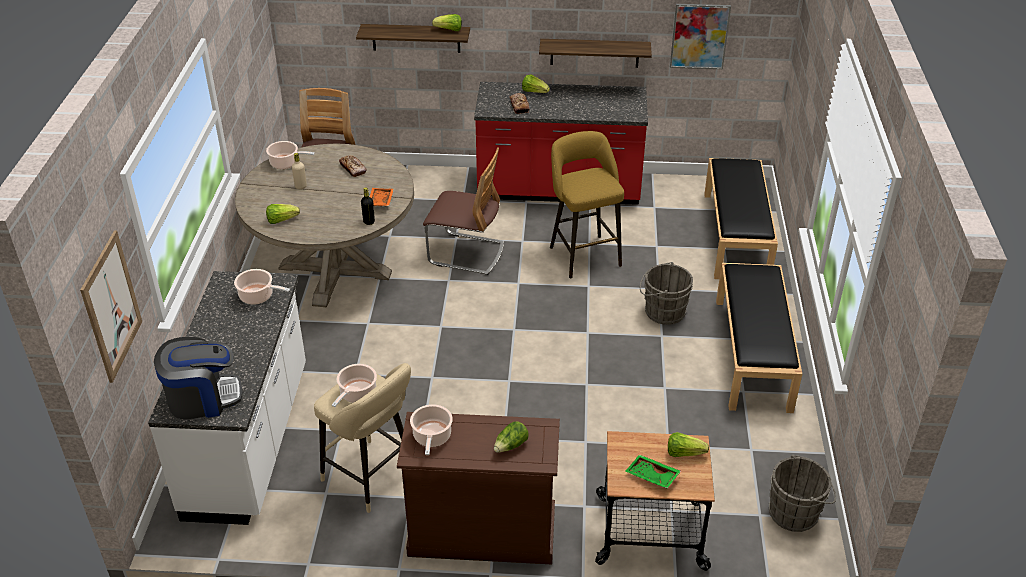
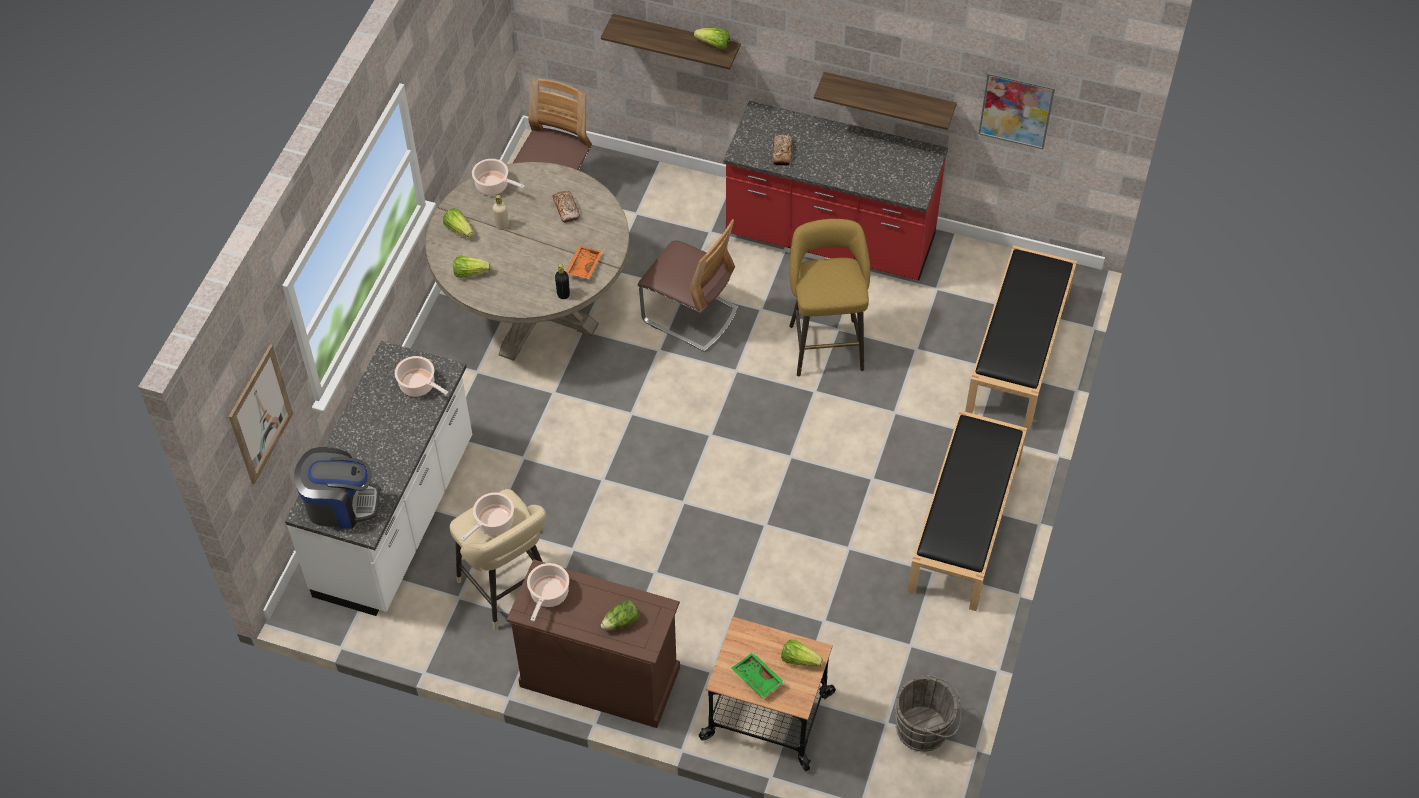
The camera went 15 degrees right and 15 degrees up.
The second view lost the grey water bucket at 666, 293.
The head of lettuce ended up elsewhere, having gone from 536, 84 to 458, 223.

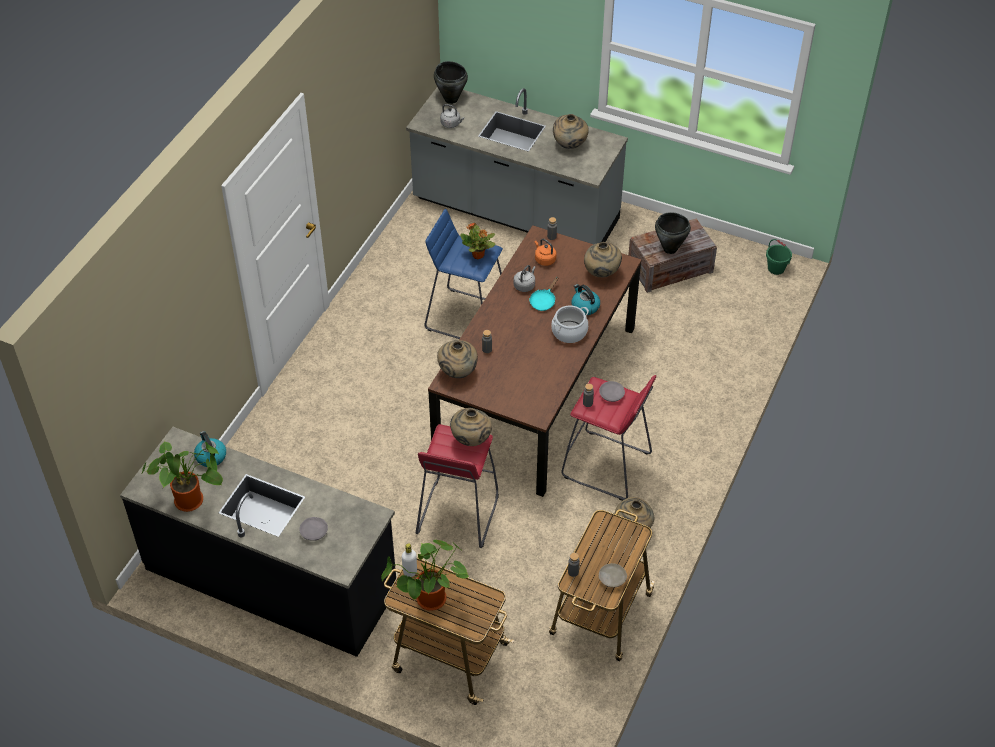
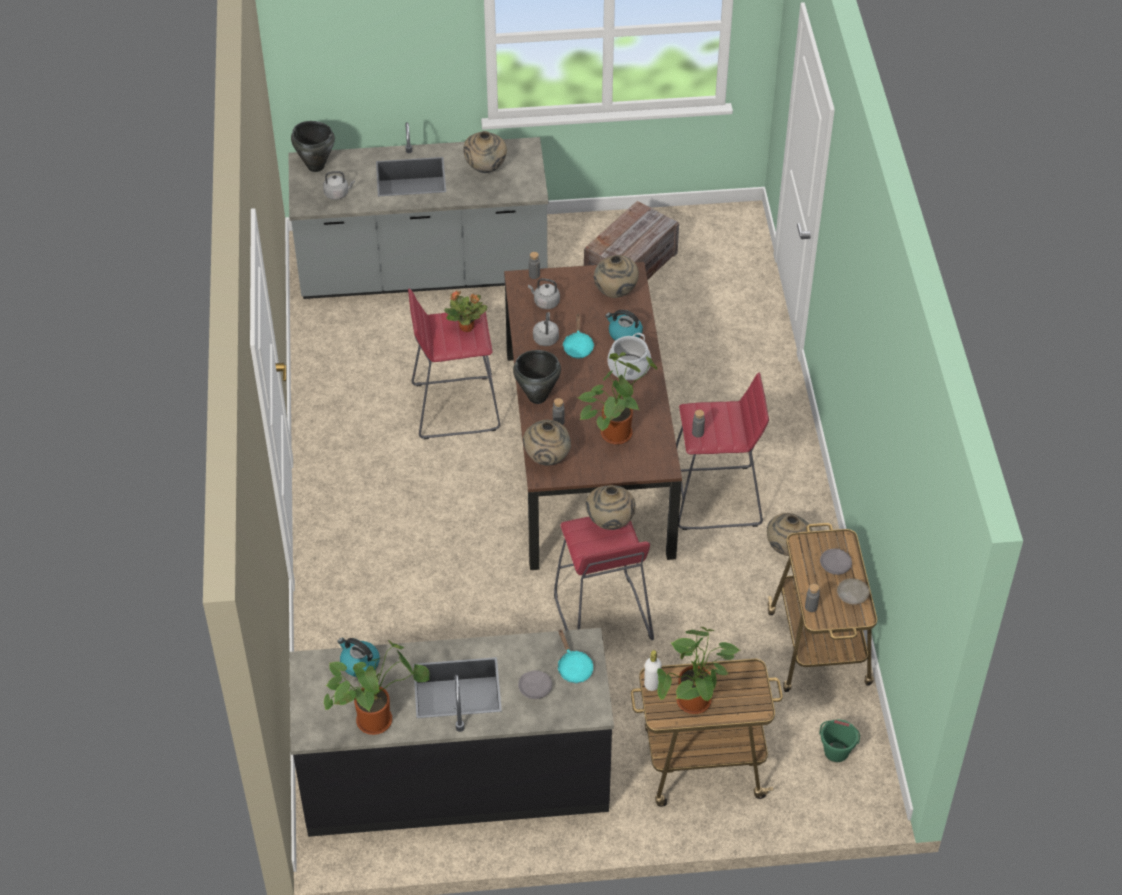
The camera went 30 degrees left and 0 degrees up.
The second view gained the blue-green pan at 575, 656.
The second view gained the houseplant at 618, 398.
The grey dinner plate ended up elsewhere, having gone from 612, 391 to 836, 562.
The blackish stockpot ended up elsewhere, having gone from 673, 233 to 537, 377.
The green-coloured water bucket ended up elsewhere, having gone from 779, 257 to 839, 740.
What was the blue stool seat at 463, 274 turned into the reddish stool seat at 454, 364.
What was the orange-coloured water kettle at 545, 252 turned into the grey water kettle at 544, 293.

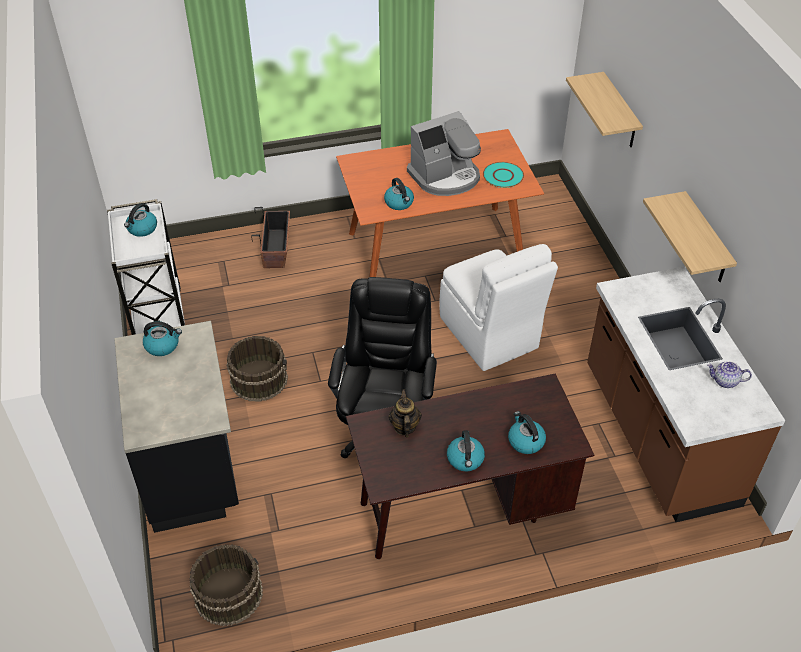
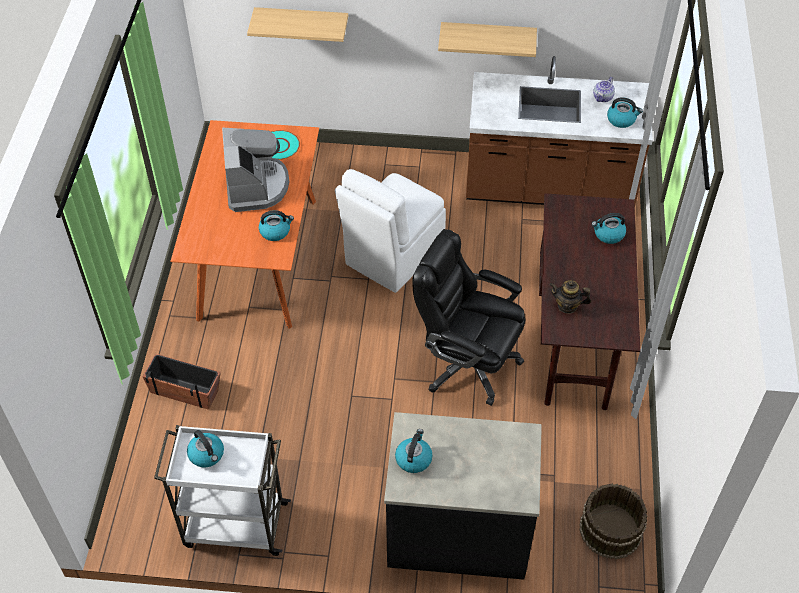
The camera went 70 degrees left and 5 degrees up.
The second view lost the brown water bucket at 257, 369.
The water kettle ended up elsewhere, having gone from 466, 450 to 625, 112.
The white plain chair at 498, 307 ended up facing another way, 135 degrees clockwise from before.

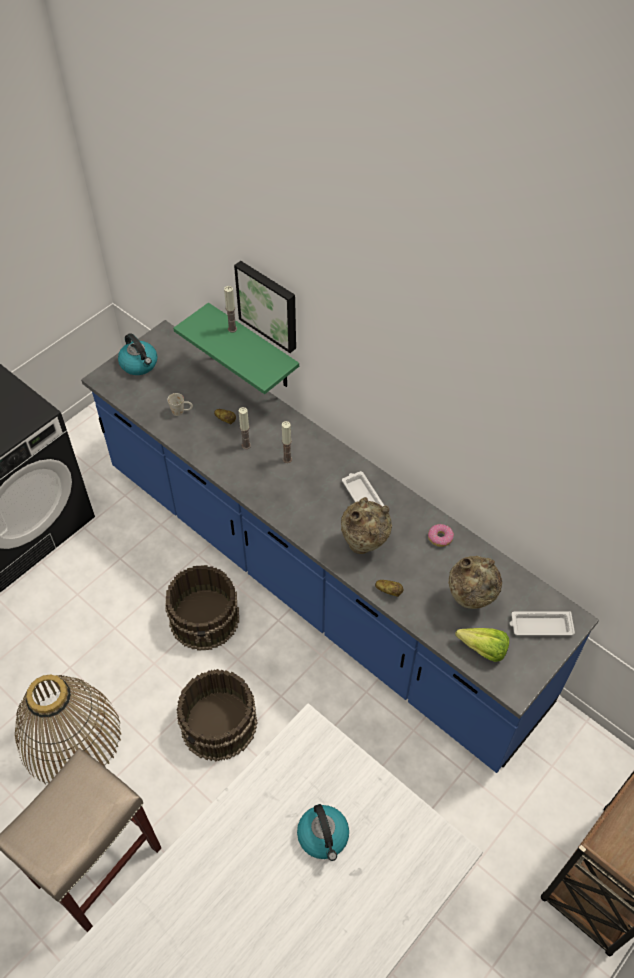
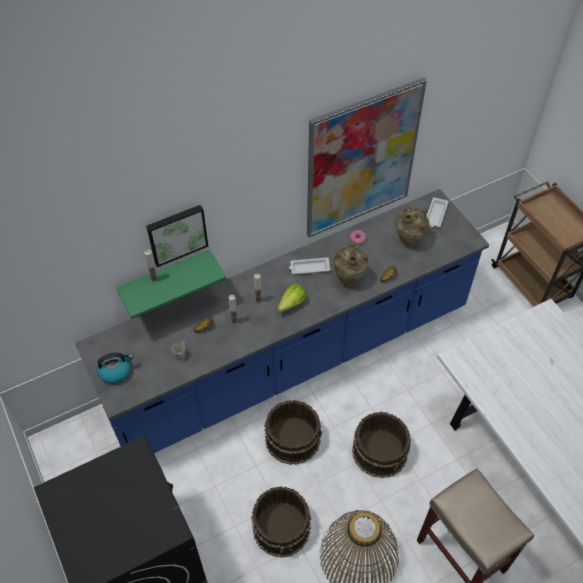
The camera went 70 degrees left and 0 degrees up.
The second view lost the water kettle at 323, 832.
The second view gained the brown water bucket at 281, 522.
The second view gained the wall art at 367, 157.
The head of lettuce ended up elsewhere, having gone from 482, 645 to 291, 298.

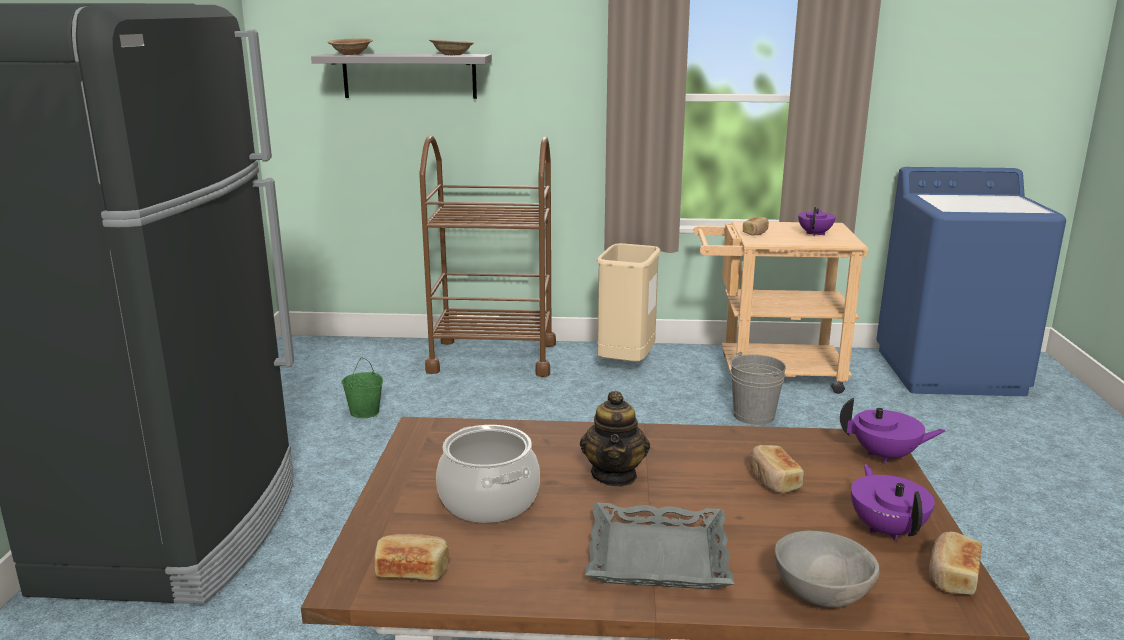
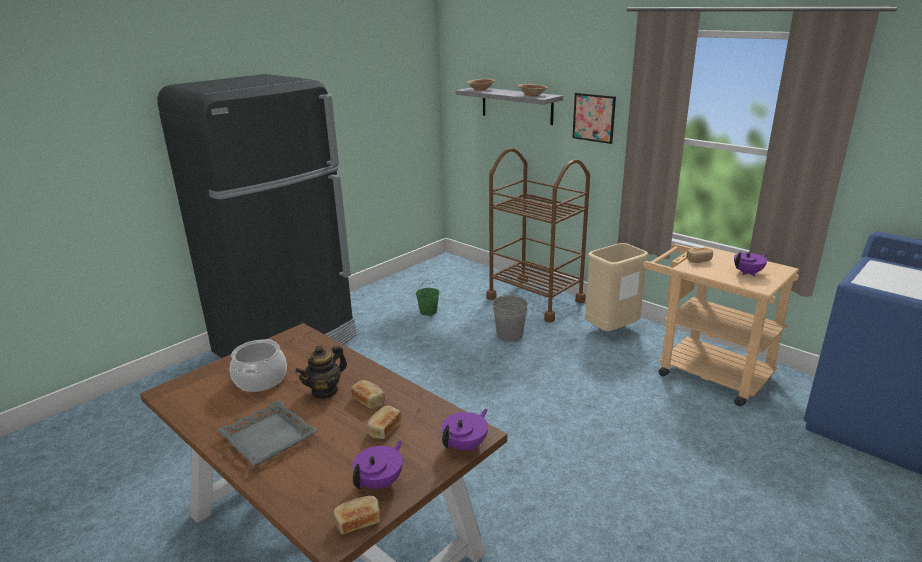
The camera went 40 degrees right and 5 degrees up.
The second view lost the grey serving bowl at 827, 569.
The second view gained the wall art at 594, 118.
The bakery bread ended up elsewhere, having gone from 412, 557 to 368, 394.
The grey water bucket ended up elsewhere, having gone from 758, 388 to 510, 317.
The purple-coloured pot for tea at 893, 431 ended up facing another way, 105 degrees counterclockwise from before.

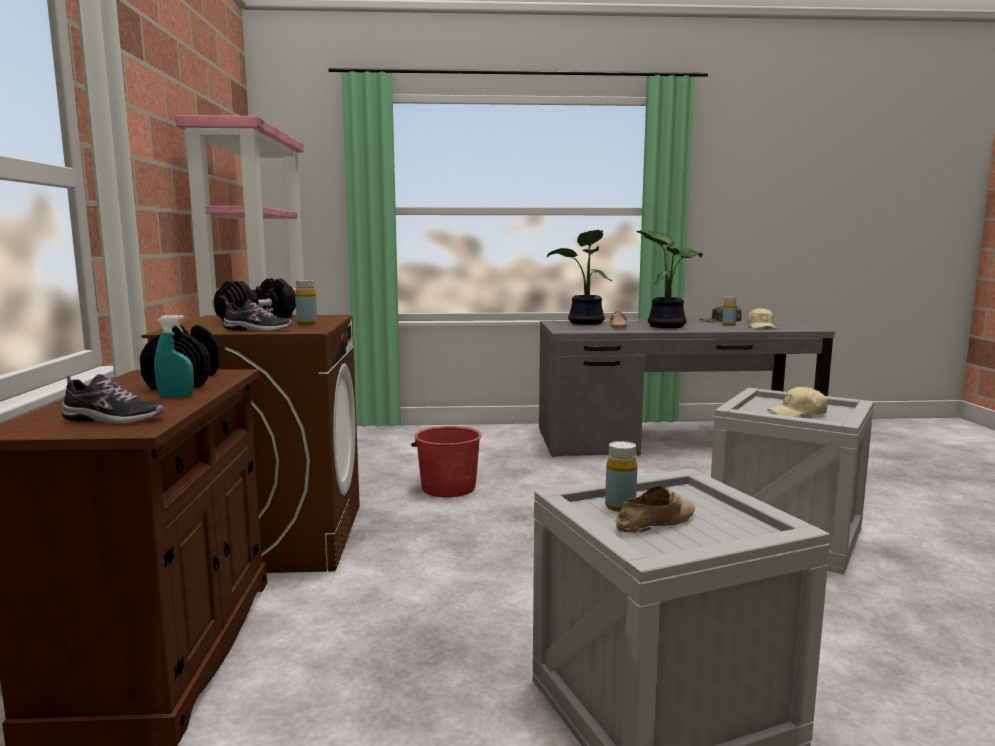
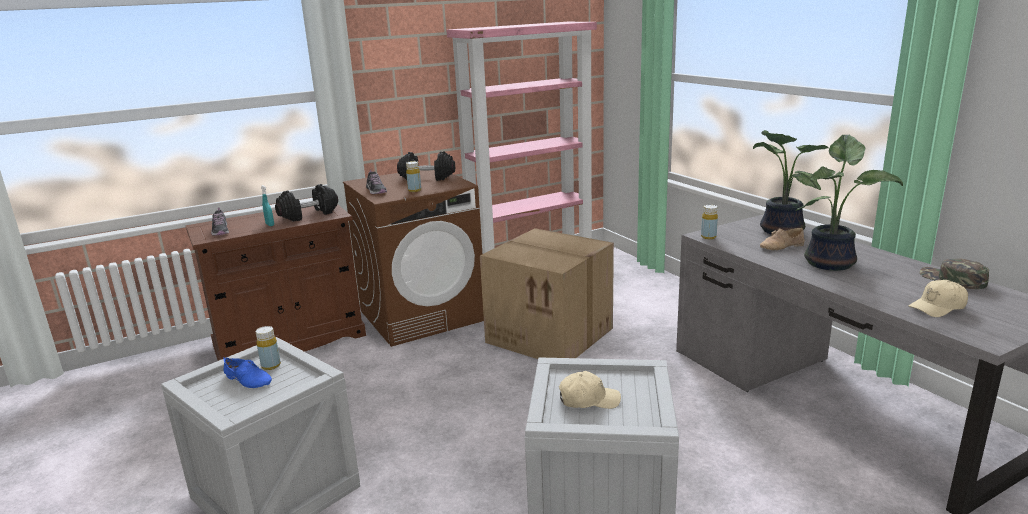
The camera went 65 degrees right and 10 degrees up.
The yellow-coloured drink bottle ended up elsewhere, having gone from 729, 311 to 709, 222.
Where the reddish water bucket stood at 446, 461, the cardboard box came to stand at 547, 293.
What was the sand-coloured low shoe at 655, 509 turned into the blue low shoe at 247, 372.
The sand-coloured peaked cap at 797, 401 ended up facing another way, 120 degrees clockwise from before.

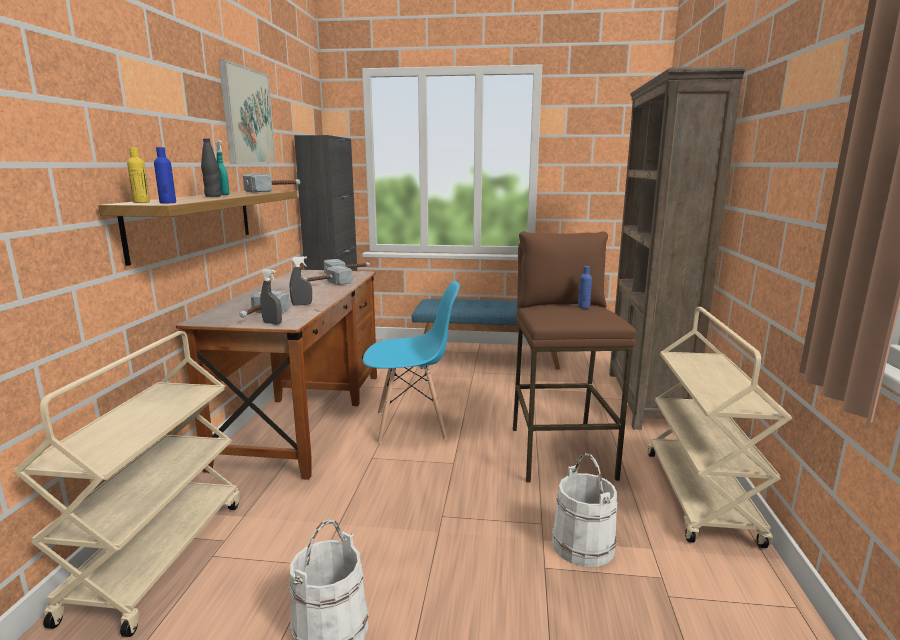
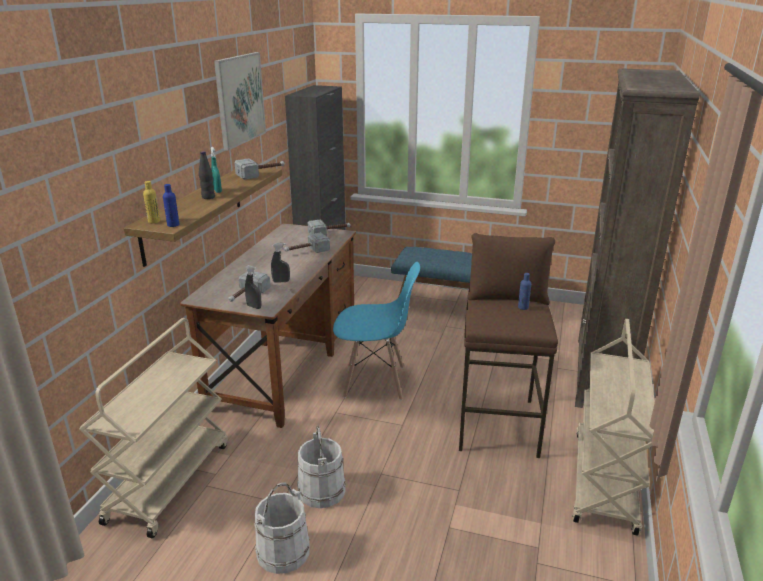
The camera went 10 degrees right and 10 degrees up.
The white water bucket ended up elsewhere, having gone from 584, 510 to 321, 467.

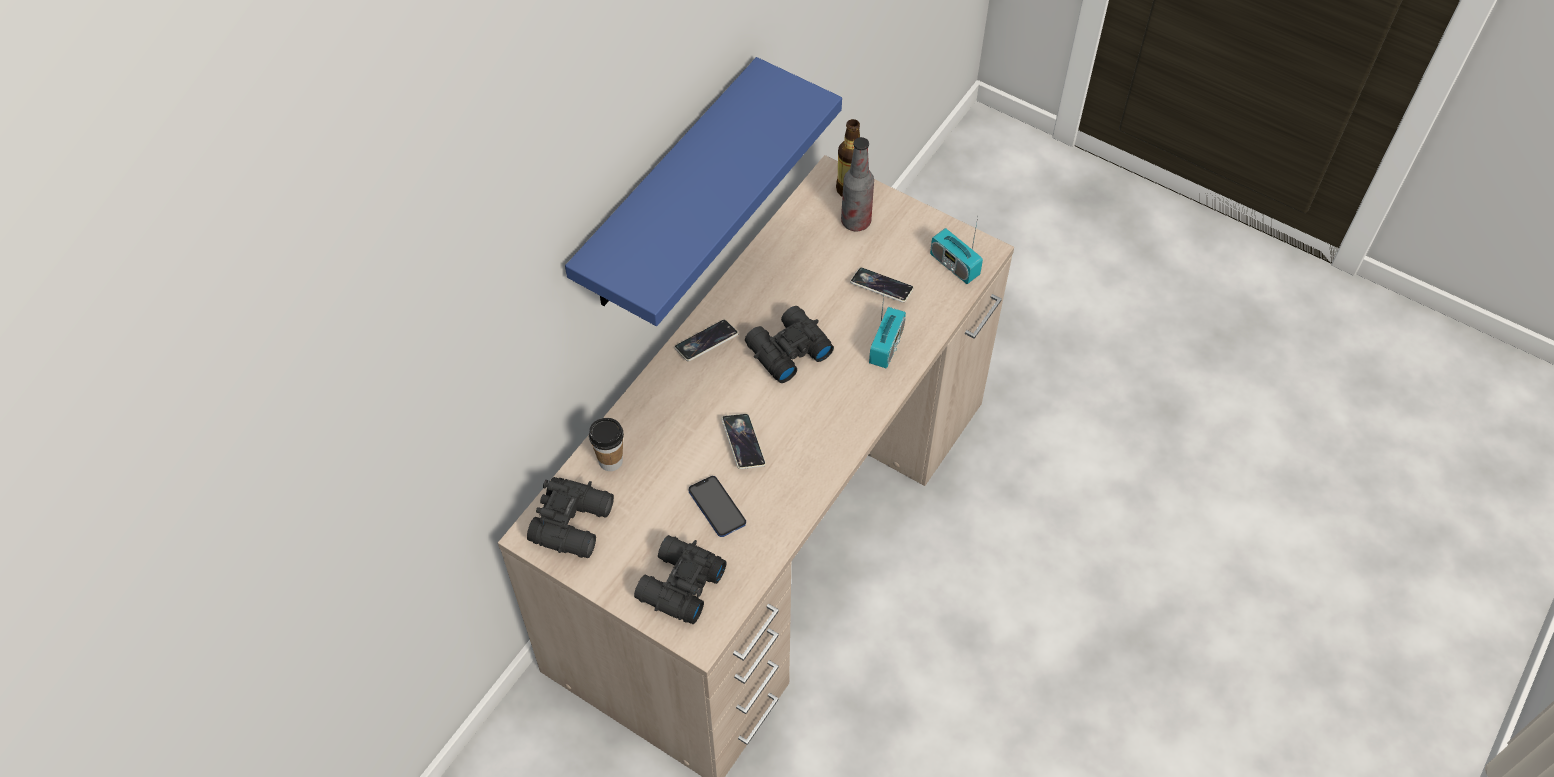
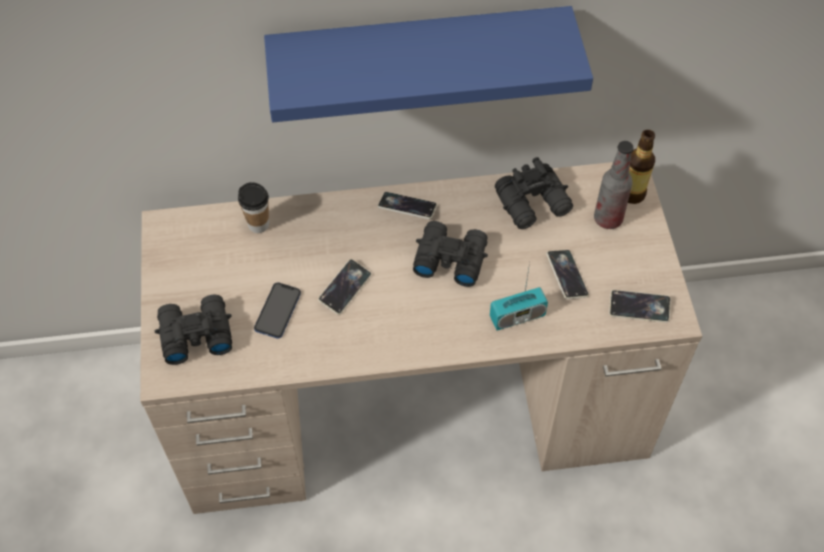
The camera went 50 degrees right and 0 degrees up.
The blackish binoculars ended up elsewhere, having gone from 570, 517 to 534, 193.
Where the radio stood at 956, 251, the handset came to stand at 640, 306.

